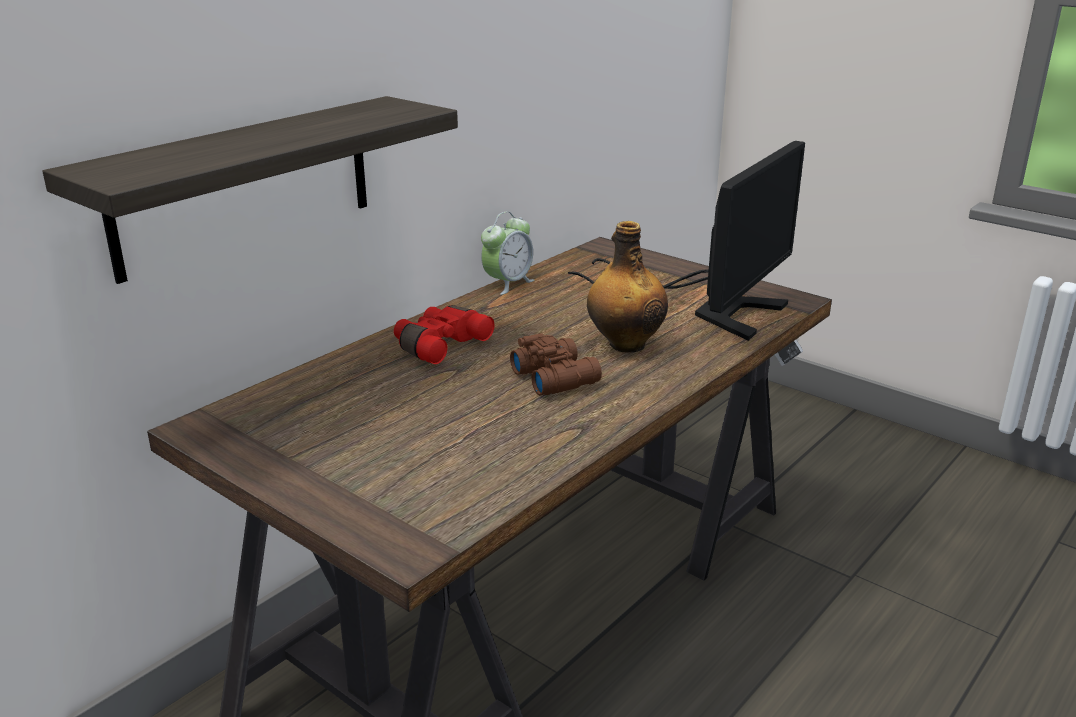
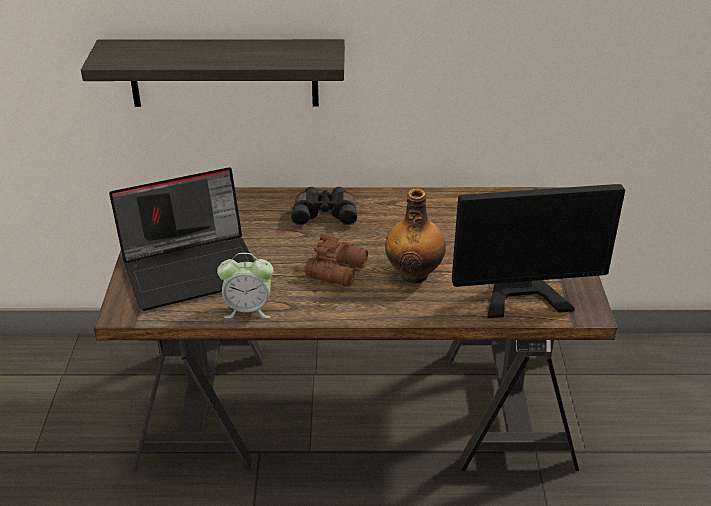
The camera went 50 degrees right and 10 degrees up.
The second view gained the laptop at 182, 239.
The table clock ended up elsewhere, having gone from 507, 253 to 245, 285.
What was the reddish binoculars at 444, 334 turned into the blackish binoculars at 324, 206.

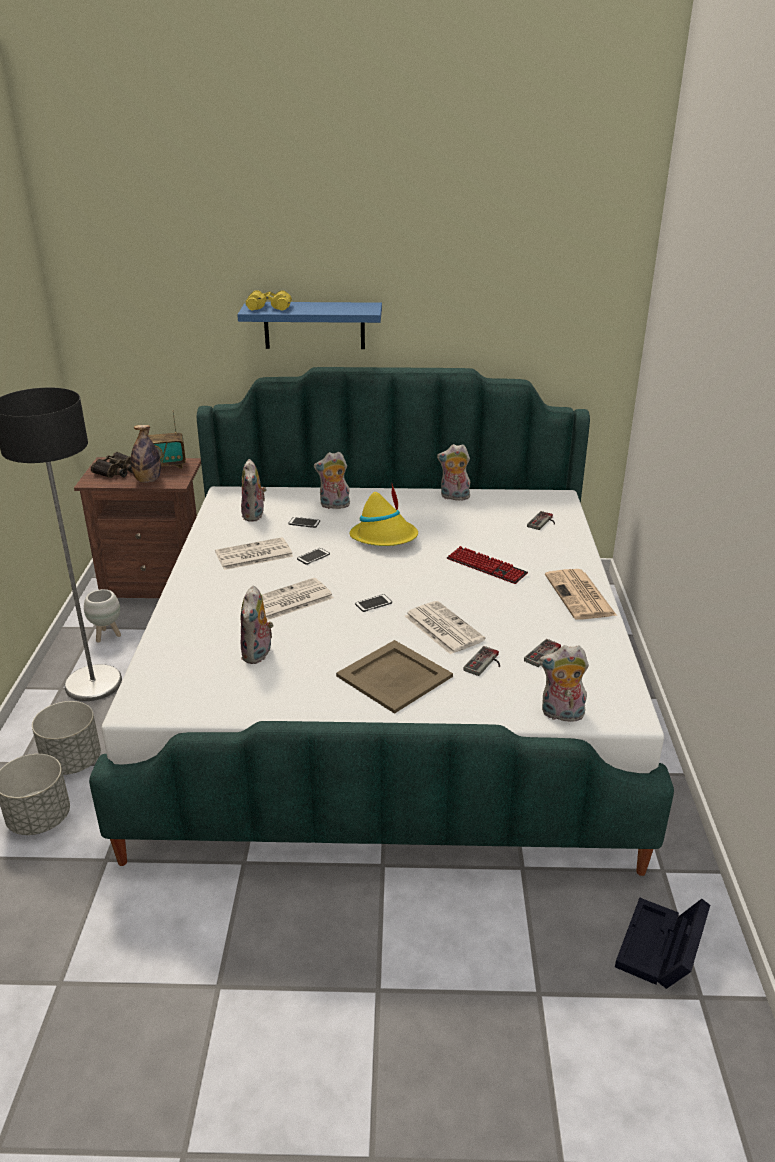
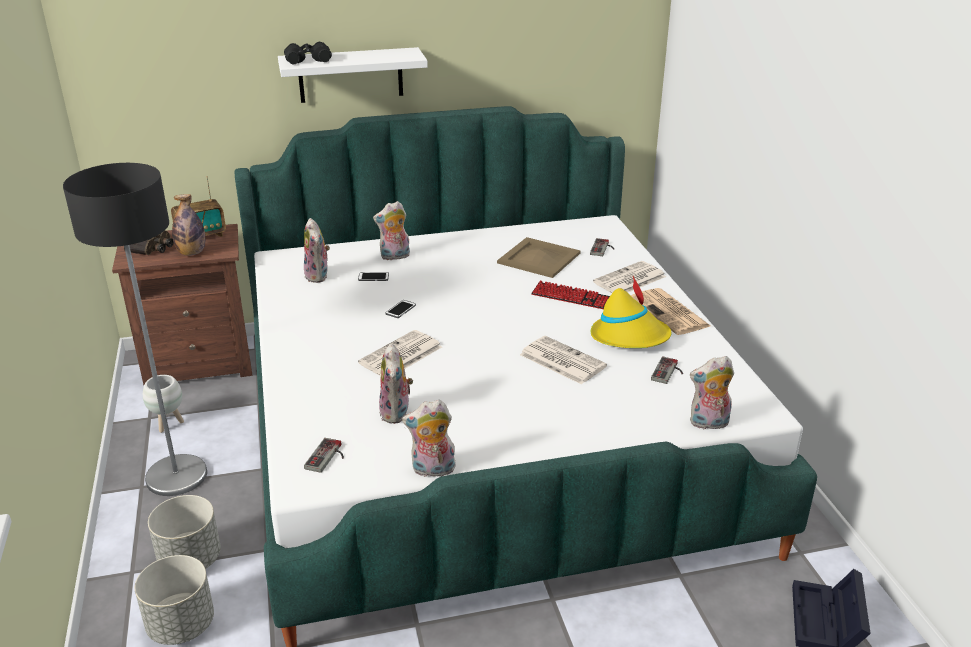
The camera went 15 degrees left and 0 degrees up.
The second view lost the handset at 373, 603.
The newspaper ended up elsewhere, having gone from 254, 553 to 629, 277.
The sand-coloured serving tray ended up elsewhere, having gone from 394, 677 to 539, 257.
The yellow-coloured wearable hat ended up elsewhere, having gone from 383, 515 to 631, 312.
The cuddly toy ended up elsewhere, having gone from 453, 472 to 429, 438.
The joypad ended up elsewhere, having gone from 481, 661 to 324, 455.
What was the blue wall shelf at 309, 325 turned into the white wall shelf at 353, 75.
What was the yellow-coloured binoculars at 269, 300 turned into the blackish binoculars at 308, 53.

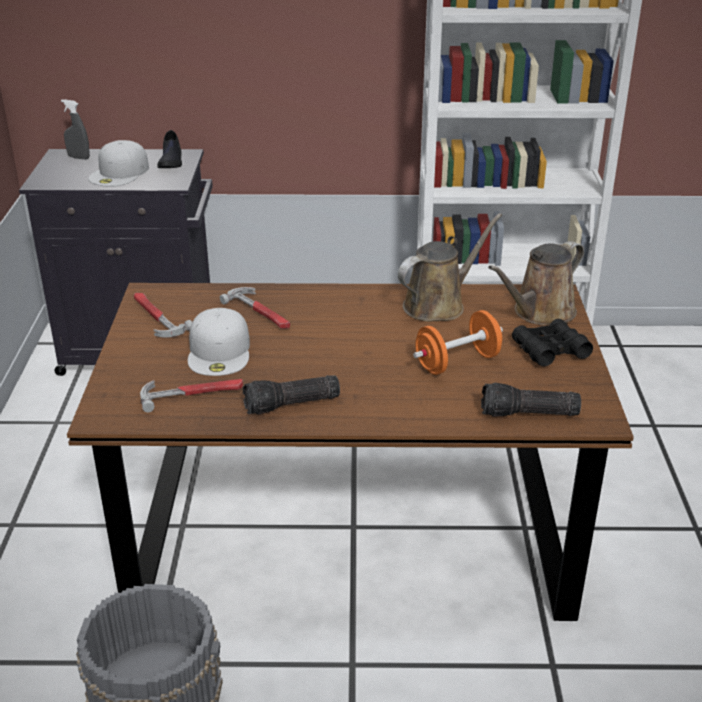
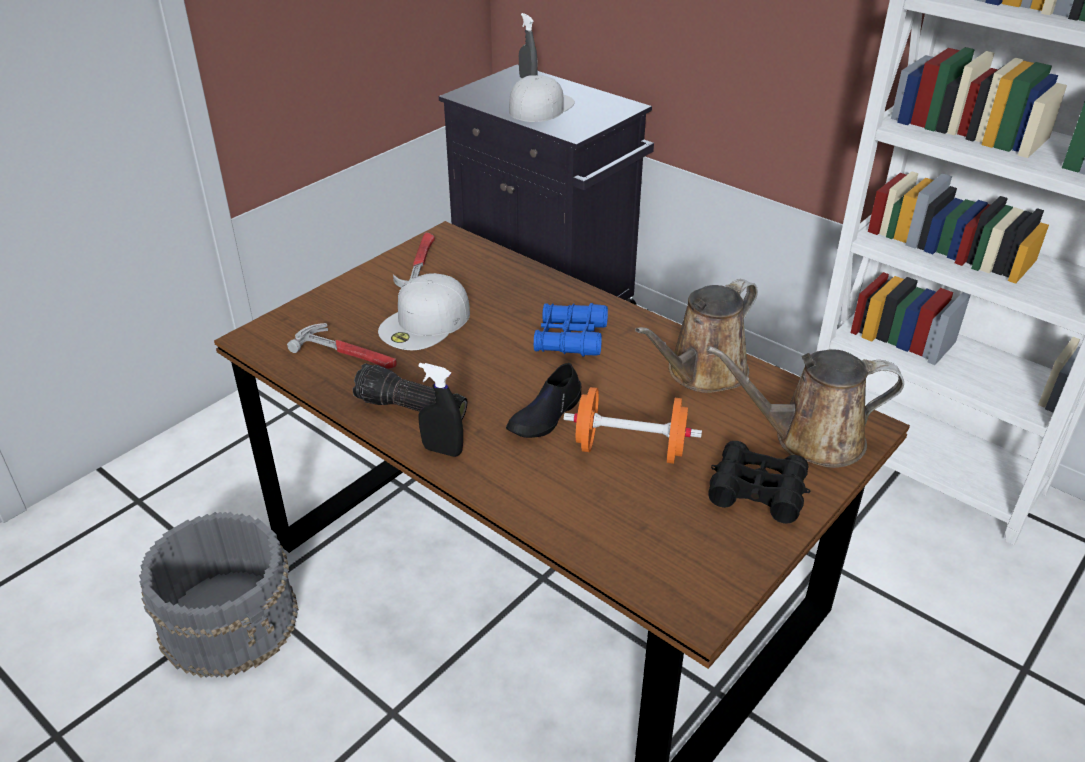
The camera went 40 degrees right and 5 degrees up.
The second view lost the hand hammer at 254, 308.
The second view lost the flashlight at 531, 400.
The second view gained the blackish sprayer at 440, 410.
The second view gained the blue binoculars at 571, 330.
The blackish low shoe ended up elsewhere, having gone from 169, 149 to 543, 400.
The white peaked cap at 118, 163 ended up facing another way, 150 degrees clockwise from before.
The brown watering pot at 450, 267 ended up facing another way, 135 degrees clockwise from before.

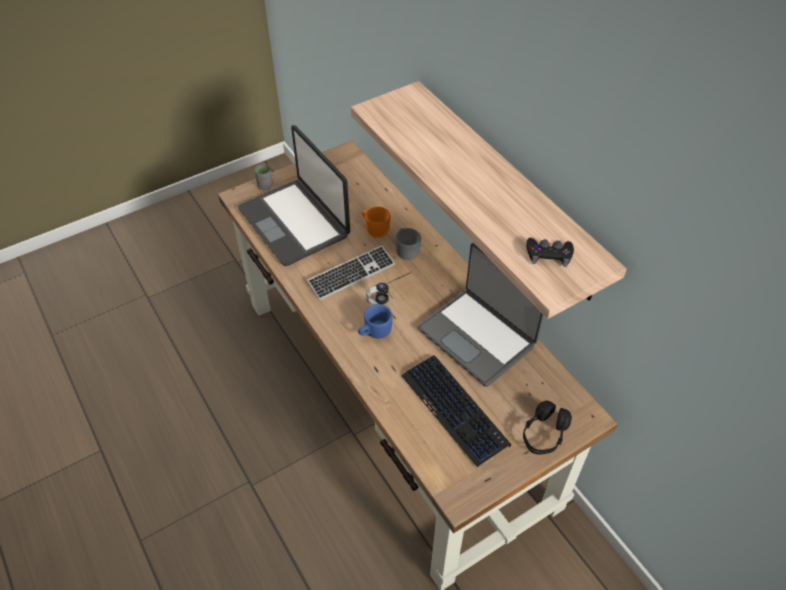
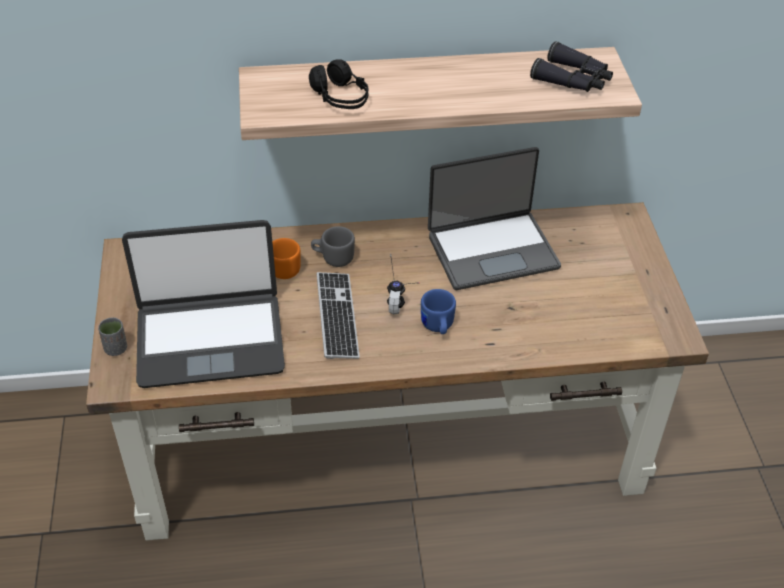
The camera went 65 degrees left and 5 degrees down.
The second view lost the keyboard at 456, 411.
The blackish pair of headphones ended up elsewhere, having gone from 547, 427 to 338, 84.
Where the blackish joypad stood at 550, 252, the blackish binoculars came to stand at 571, 66.

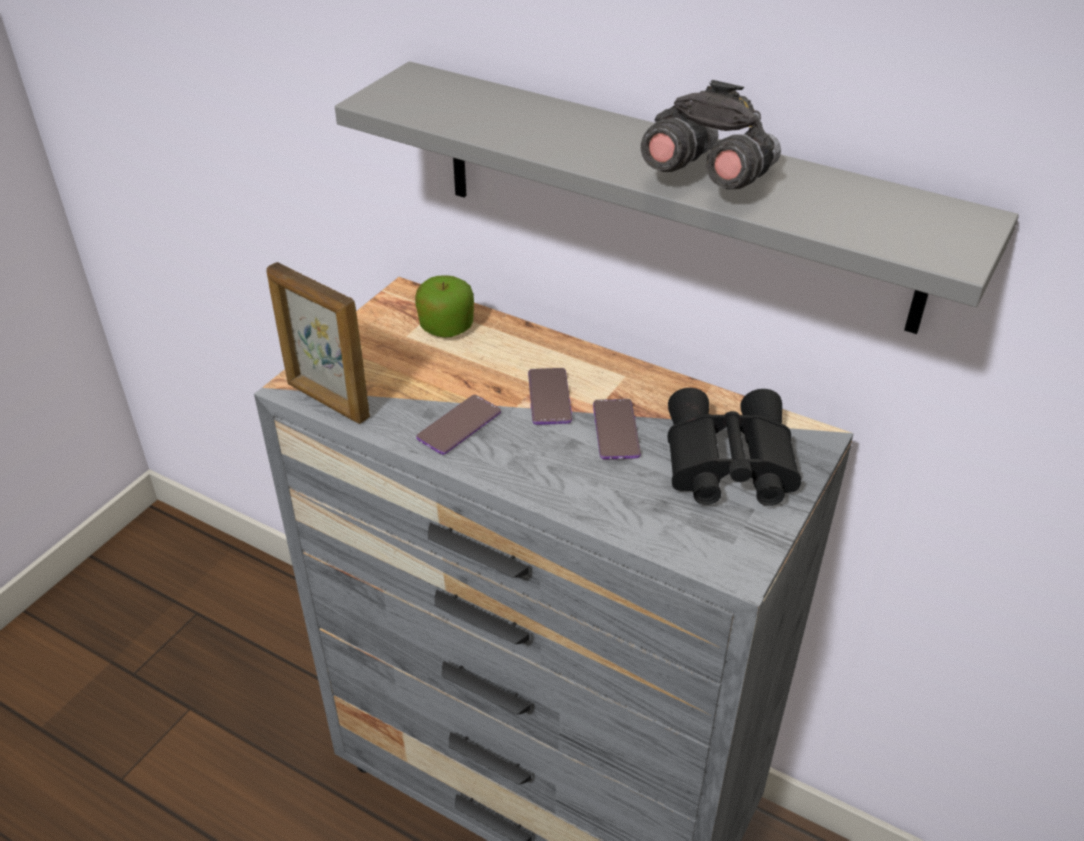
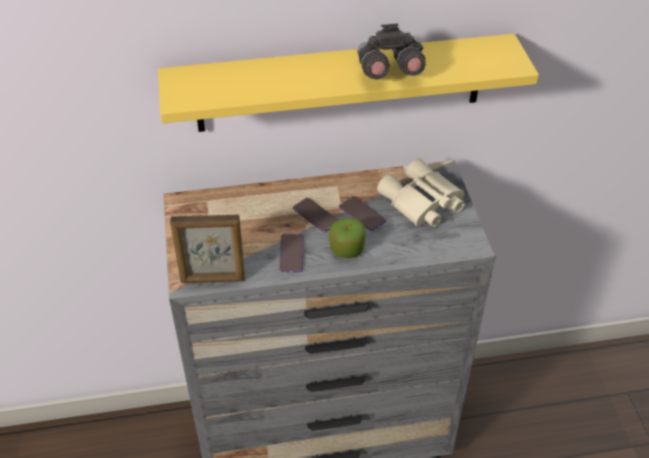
The camera went 40 degrees left and 5 degrees up.
The whole apple ended up elsewhere, having gone from 444, 306 to 347, 238.
What was the grey wall shelf at 677, 197 turned into the yellow-coloured wall shelf at 348, 83.
What was the blackish binoculars at 734, 447 turned into the sand-coloured binoculars at 421, 192.

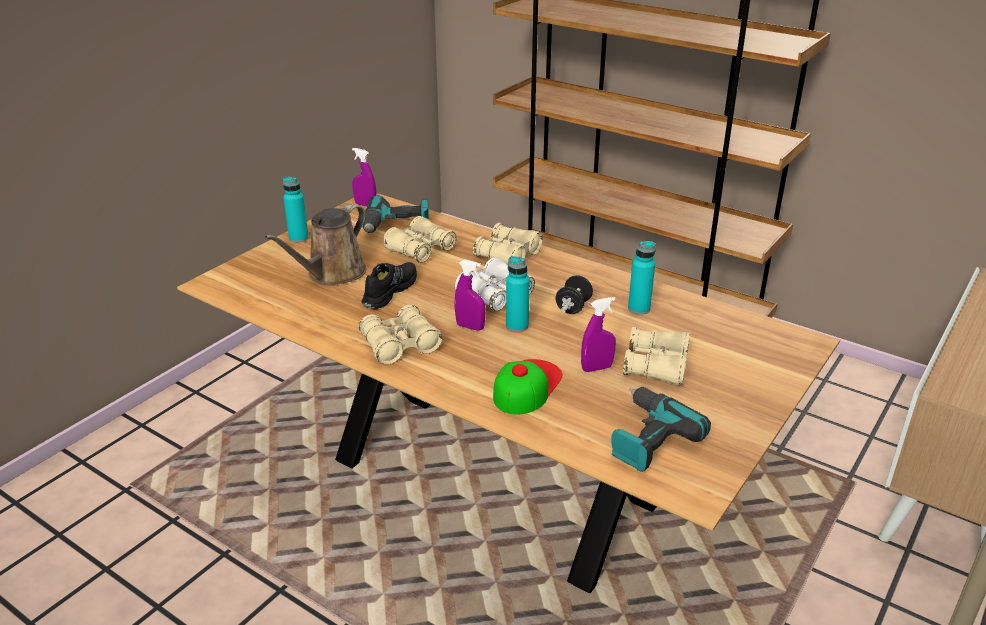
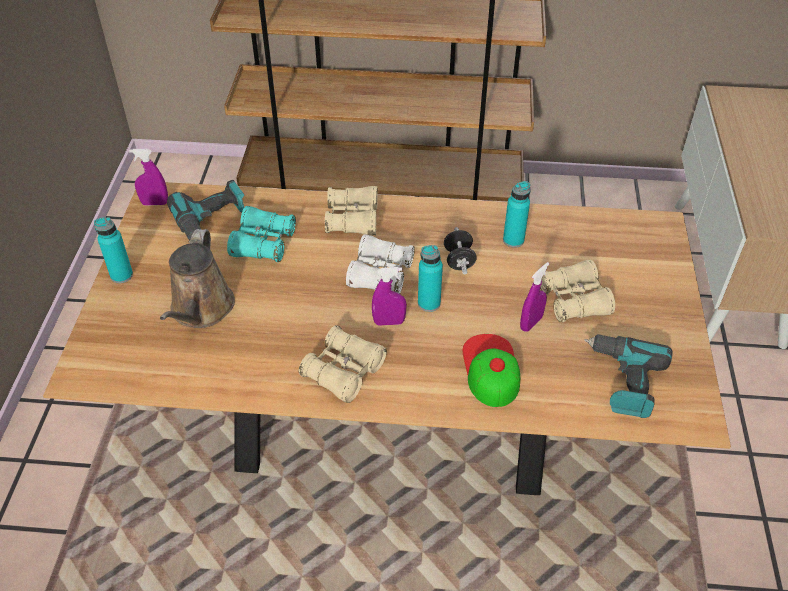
The camera went 30 degrees left and 15 degrees up.
The second view lost the blackish low shoe at 389, 286.
What was the sand-coloured binoculars at 419, 239 turned into the blue-green binoculars at 261, 234.

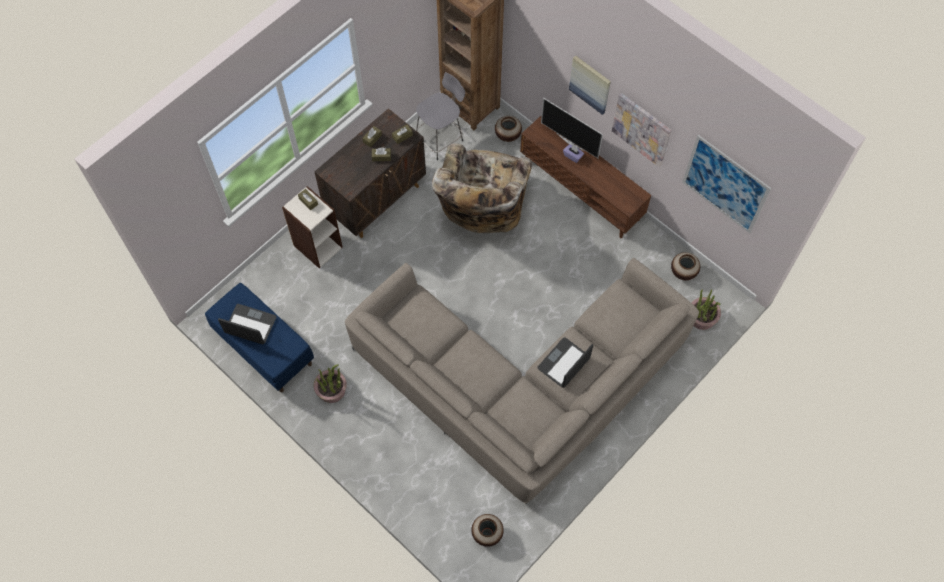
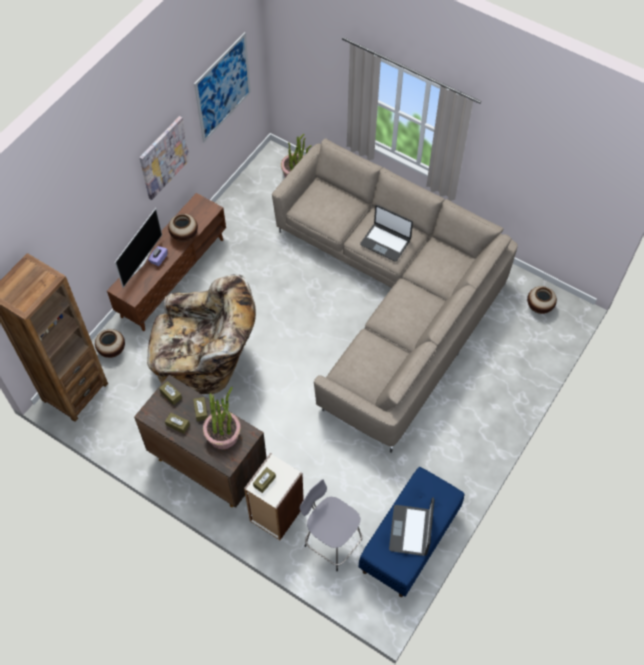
The camera went 100 degrees left and 5 degrees down.
The second view lost the wall art at 590, 85.
The houseplant ended up elsewhere, having gone from 330, 383 to 222, 418.
The grey stool seat ended up elsewhere, having gone from 440, 116 to 331, 525.
The vase ended up elsewhere, having gone from 685, 266 to 183, 228.

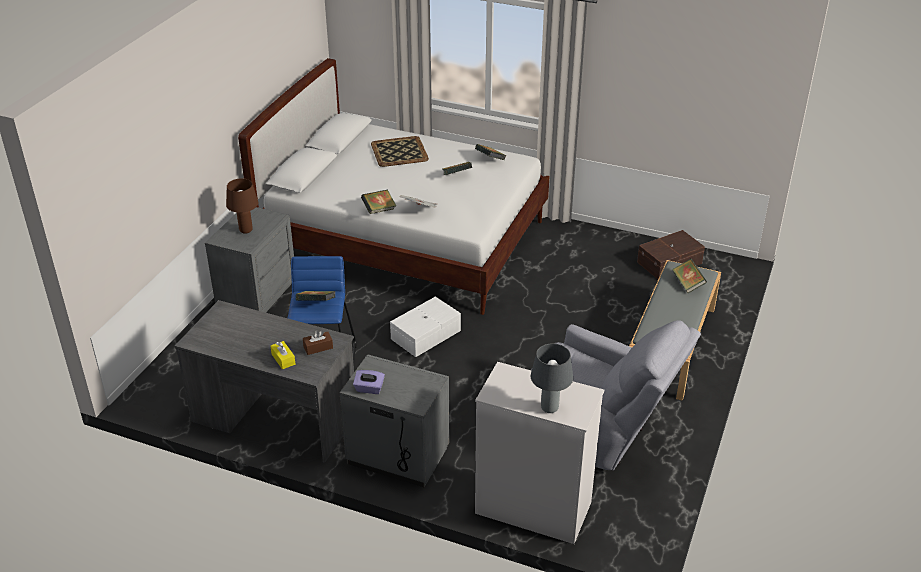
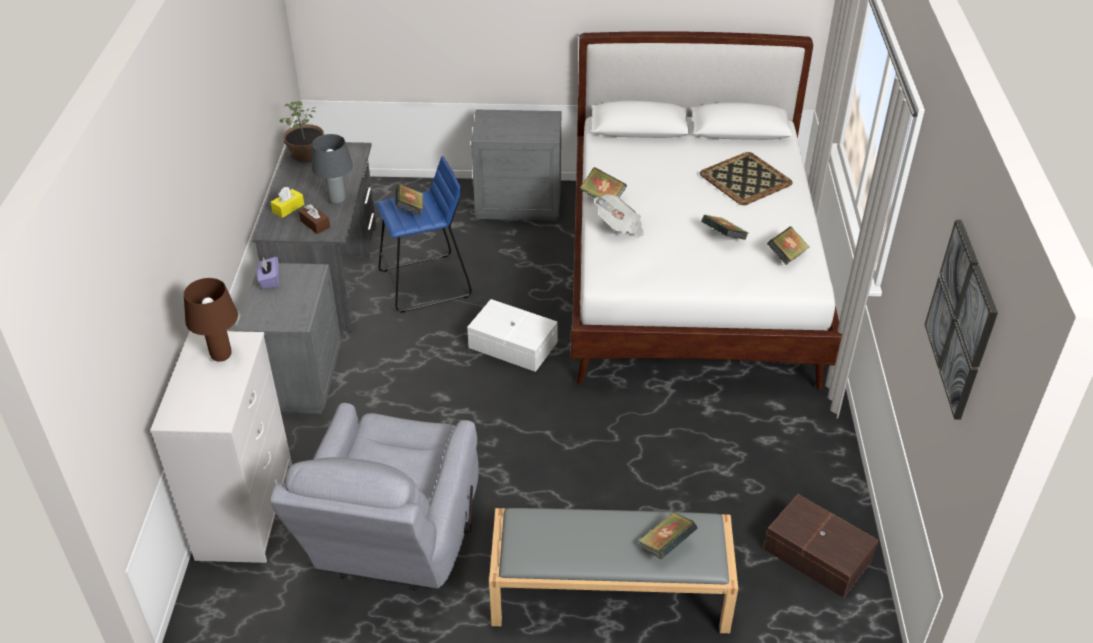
The camera went 70 degrees right and 5 degrees up.
The second view gained the houseplant at 302, 132.
The second view gained the wall art at 961, 320.
The brown tabletop lamp ended up elsewhere, having gone from 242, 206 to 211, 320.
The grey tabletop lamp ended up elsewhere, having gone from 552, 378 to 332, 169.

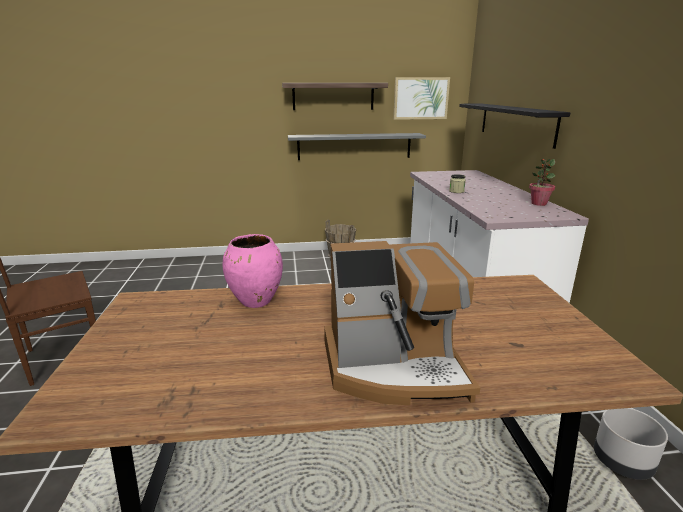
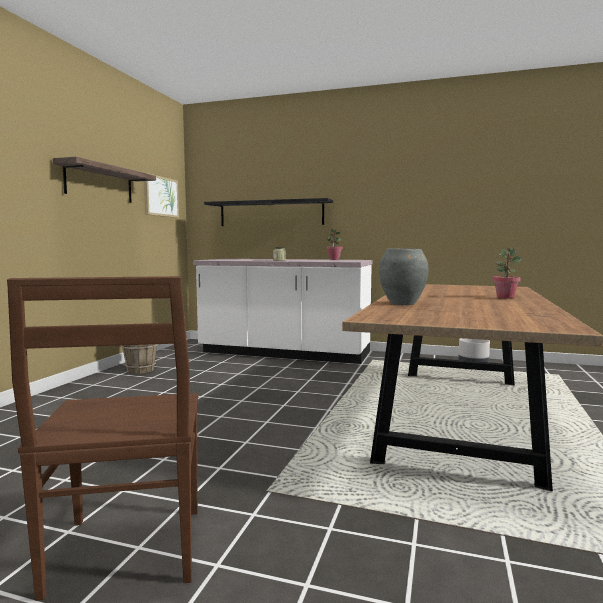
The camera went 65 degrees left and 15 degrees down.
The second view lost the grey wall shelf at 357, 146.
Where the coffee machine stood at 402, 323, the houseplant came to stand at 507, 273.
What was the pink vase at 252, 271 turned into the grey vase at 404, 276.

